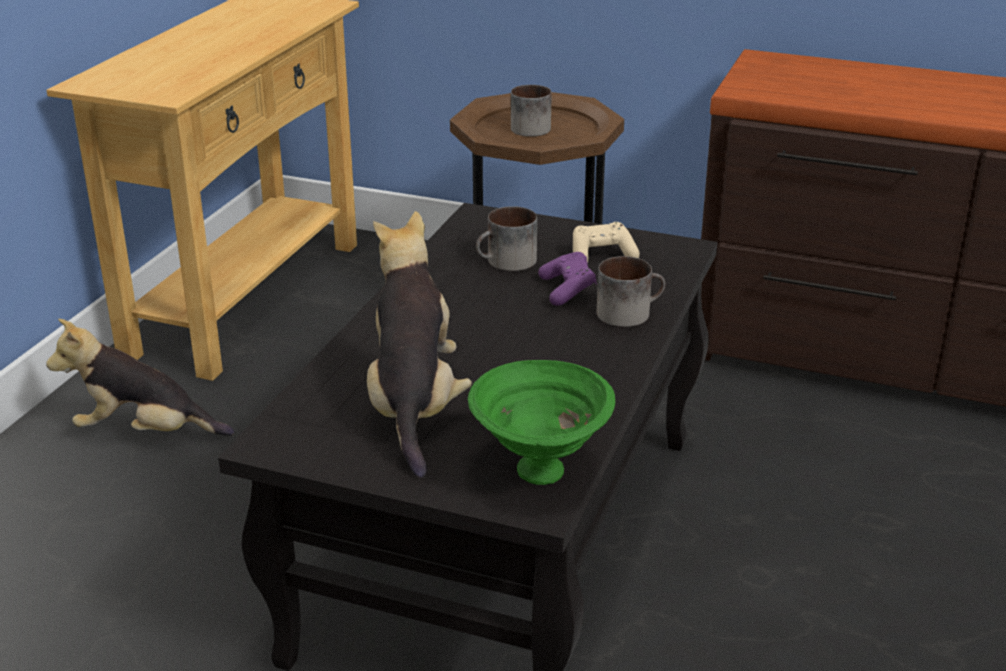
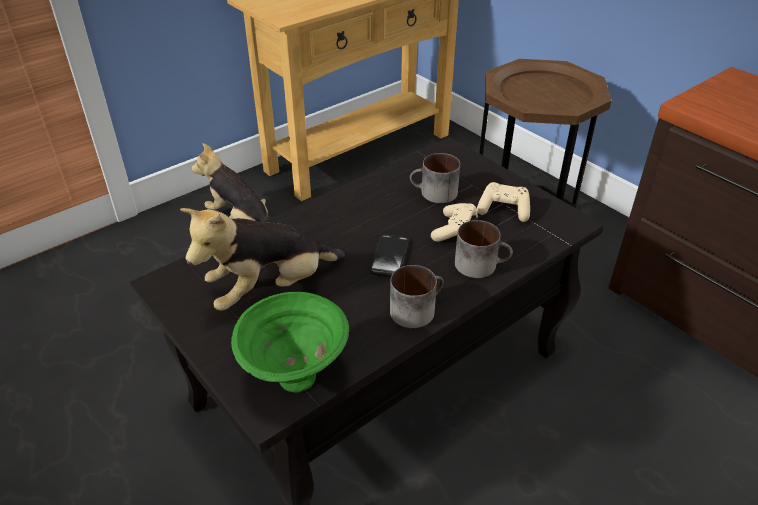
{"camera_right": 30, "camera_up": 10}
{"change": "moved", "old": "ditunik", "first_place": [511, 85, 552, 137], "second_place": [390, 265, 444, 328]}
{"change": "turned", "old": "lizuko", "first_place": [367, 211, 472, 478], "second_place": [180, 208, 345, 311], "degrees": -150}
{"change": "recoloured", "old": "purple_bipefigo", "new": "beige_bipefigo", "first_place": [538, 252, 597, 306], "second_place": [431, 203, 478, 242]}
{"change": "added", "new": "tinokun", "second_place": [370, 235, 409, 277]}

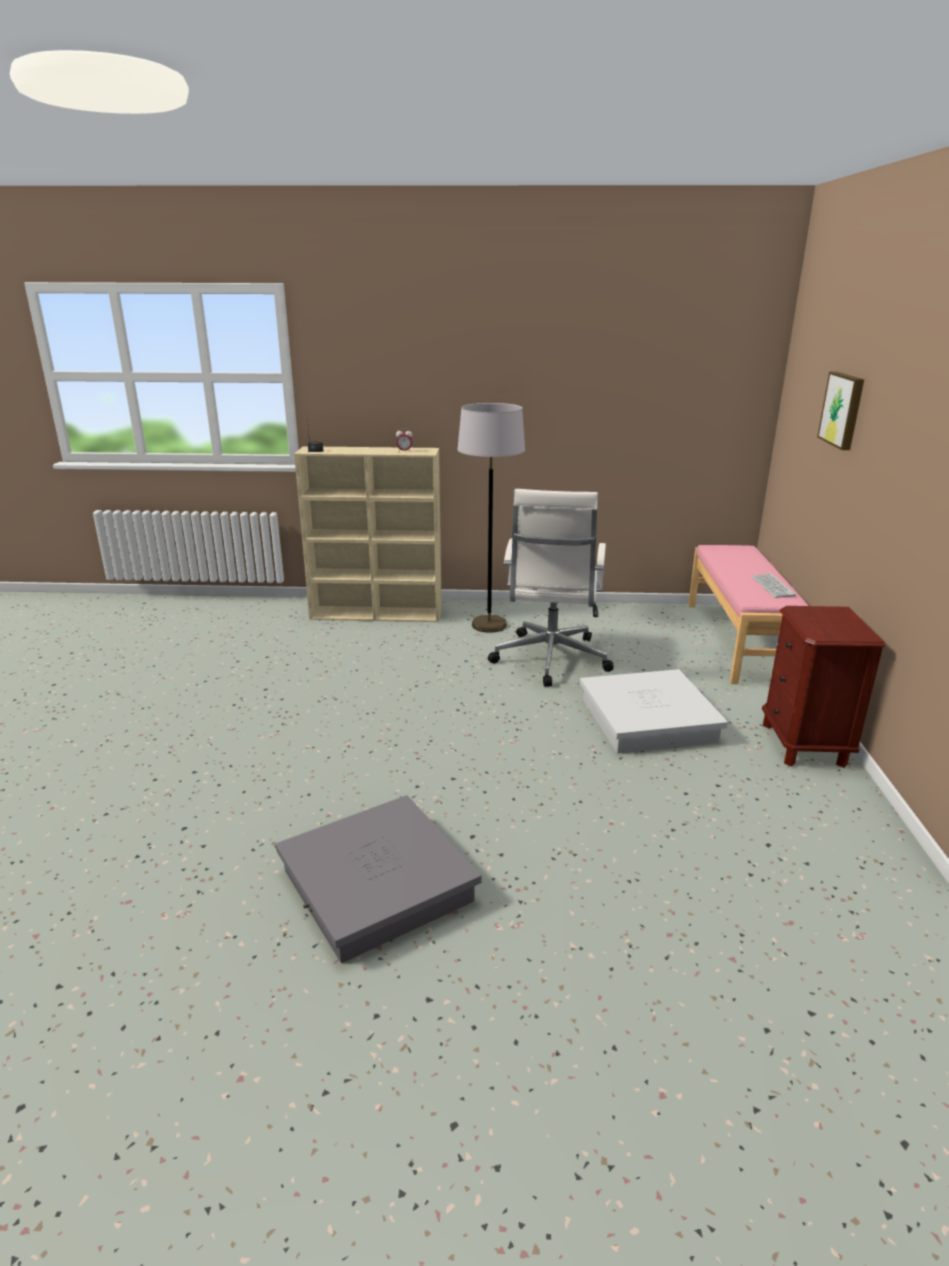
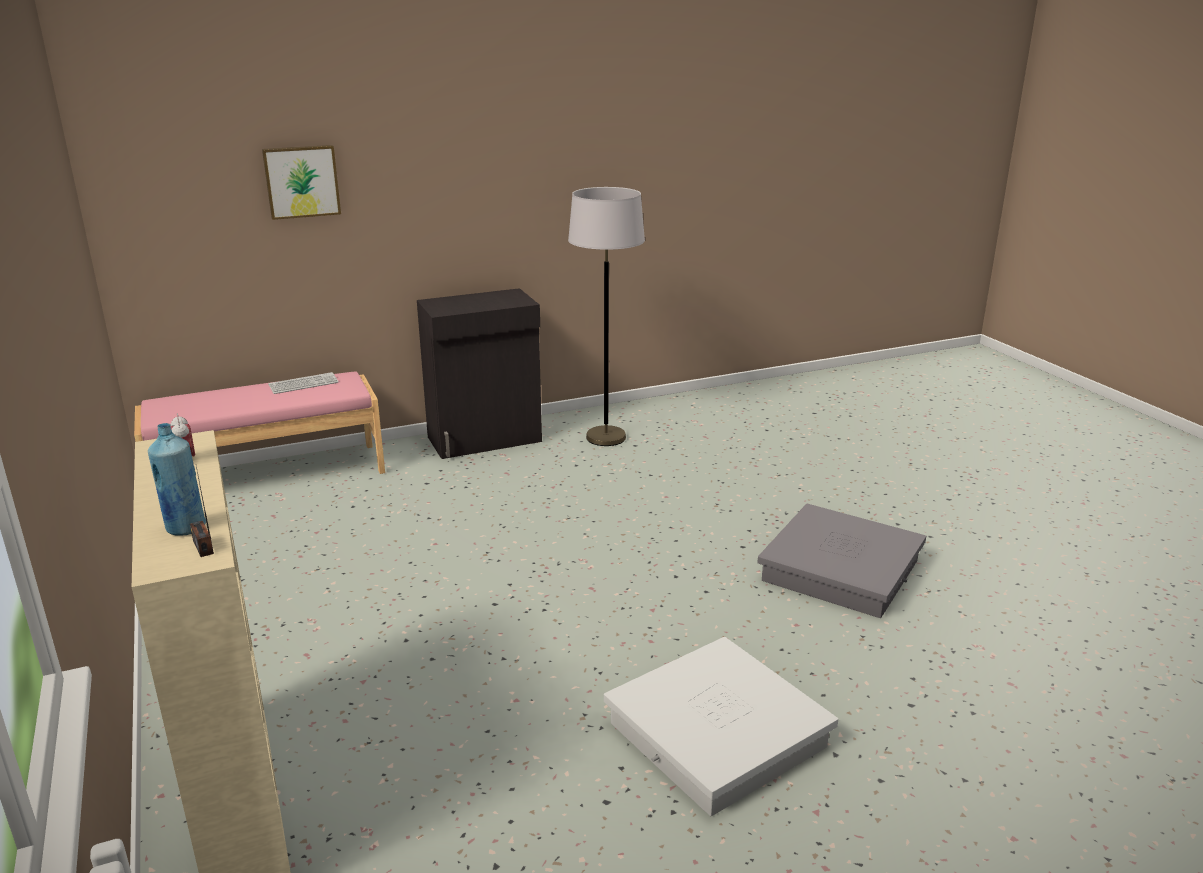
{"camera_right": -115, "camera_up": 0}
{"change": "moved", "old": "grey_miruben", "first_place": [457, 403, 525, 633], "second_place": [568, 187, 645, 446]}
{"change": "removed", "old": "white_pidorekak", "first_place": [488, 489, 613, 687]}
{"change": "replaced", "old": "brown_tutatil", "new": "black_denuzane", "first_place": [762, 606, 885, 768], "second_place": [417, 288, 542, 459]}
{"change": "moved", "old": "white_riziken", "first_place": [580, 669, 728, 753], "second_place": [604, 637, 838, 816]}
{"change": "added", "new": "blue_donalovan", "second_place": [148, 423, 206, 536]}

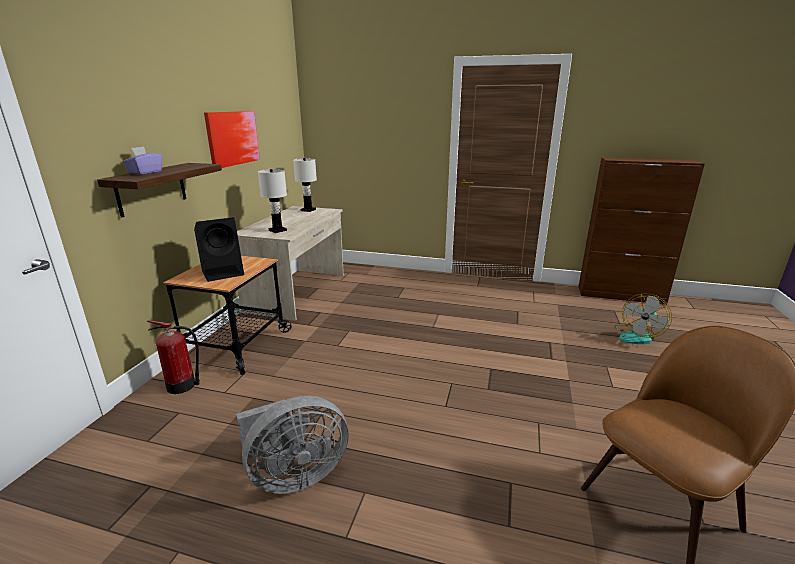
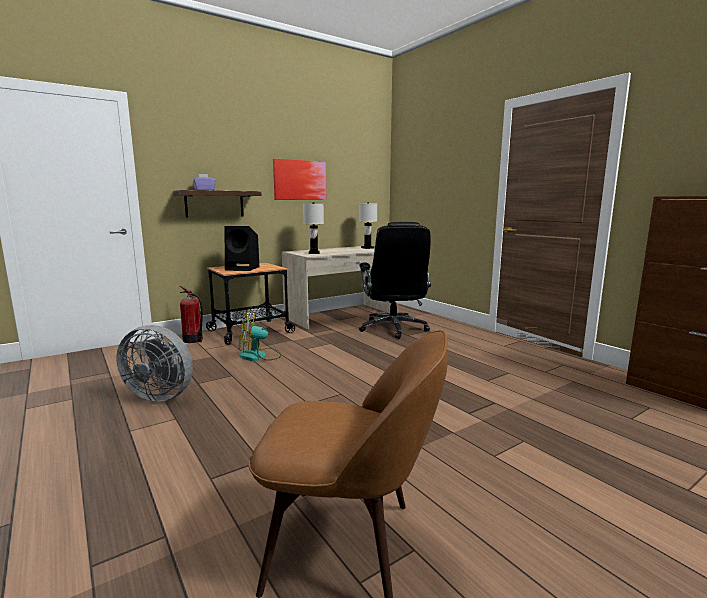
{"camera_right": 40, "camera_up": -10}
{"change": "moved", "old": "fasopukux", "first_place": [614, 293, 672, 344], "second_place": [239, 310, 281, 361]}
{"change": "added", "new": "black_pidorekak", "second_place": [359, 222, 431, 339]}

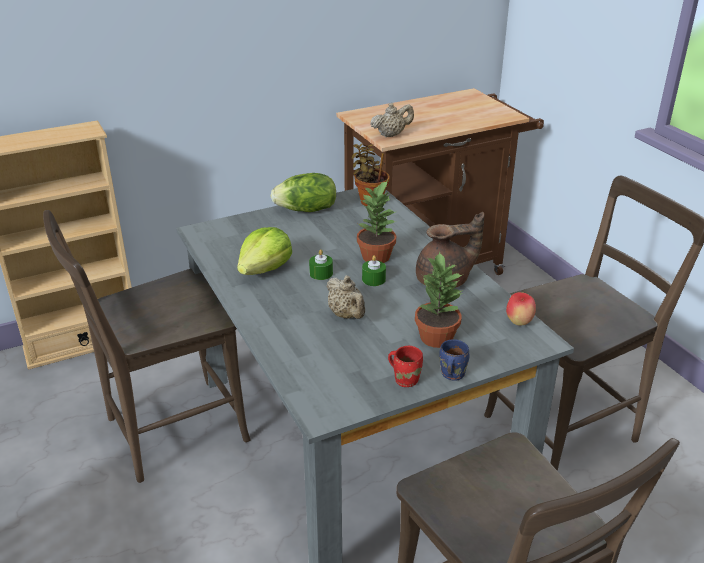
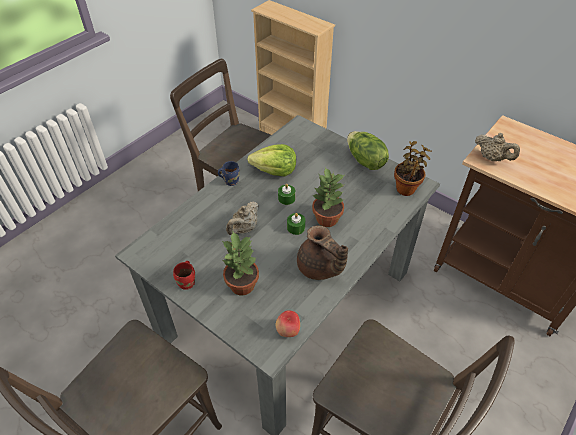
{"camera_right": 65, "camera_up": 15}
{"change": "moved", "old": "blue_ditunik", "first_place": [439, 339, 469, 381], "second_place": [218, 161, 240, 186]}

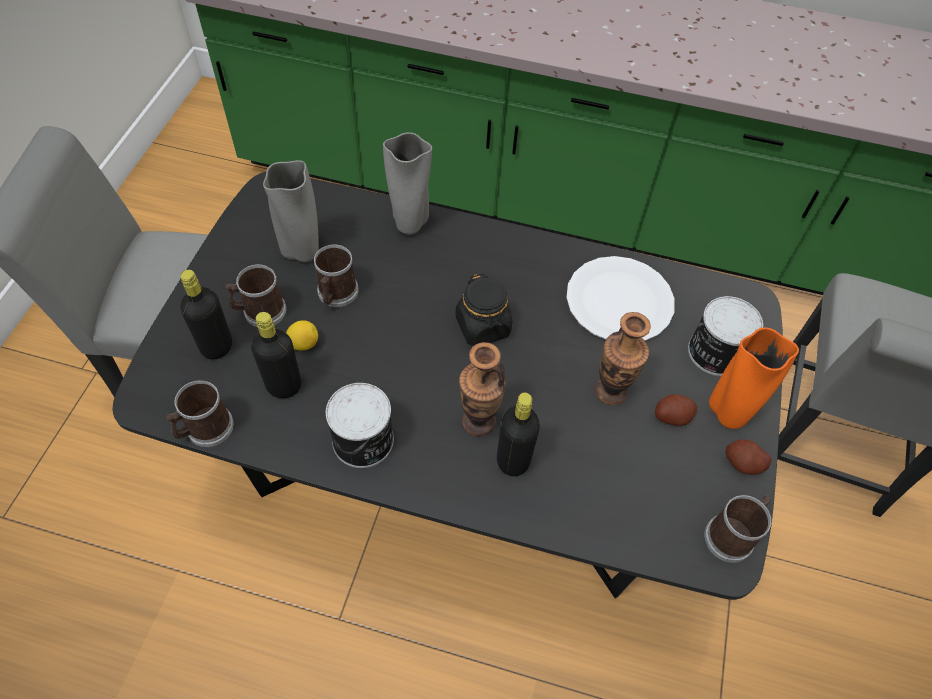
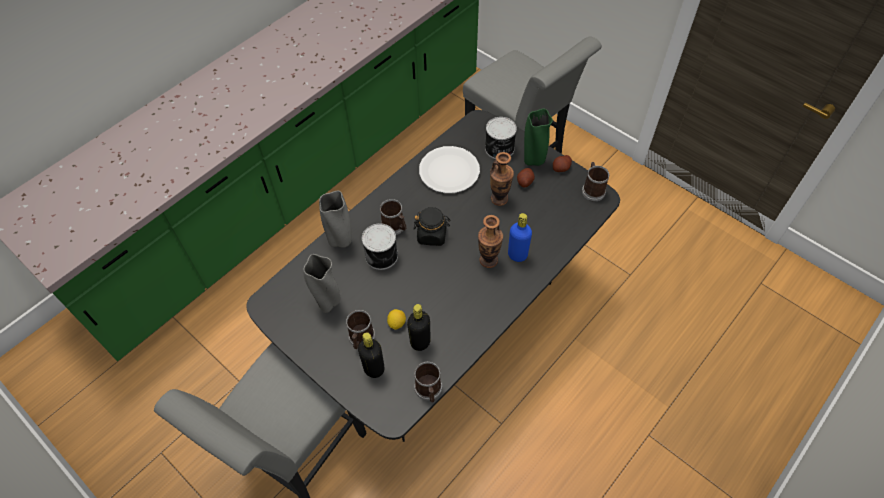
{"camera_right": -60, "camera_up": 0}
{"change": "moved", "old": "ditunik", "first_place": [314, 245, 359, 307], "second_place": [380, 199, 406, 235]}
{"change": "recoloured", "old": "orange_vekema", "new": "green_vekema", "first_place": [709, 328, 799, 429], "second_place": [524, 108, 553, 166]}
{"change": "moved", "old": "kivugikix", "first_place": [326, 383, 394, 468], "second_place": [362, 223, 398, 270]}
{"change": "recoloured", "old": "black_donalovan", "new": "blue_donalovan", "first_place": [497, 393, 540, 476], "second_place": [508, 213, 532, 262]}

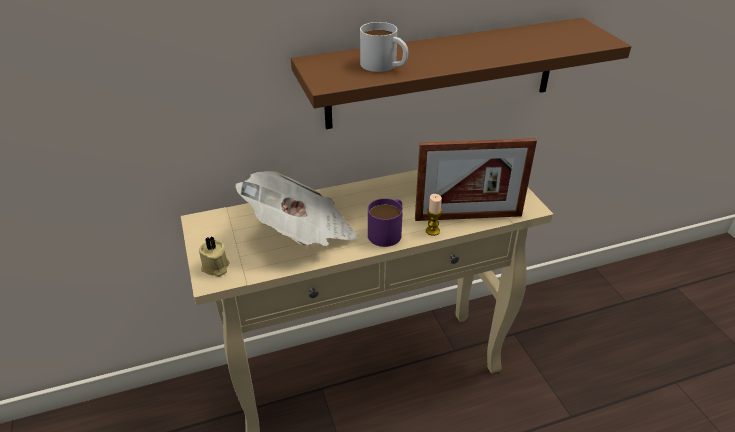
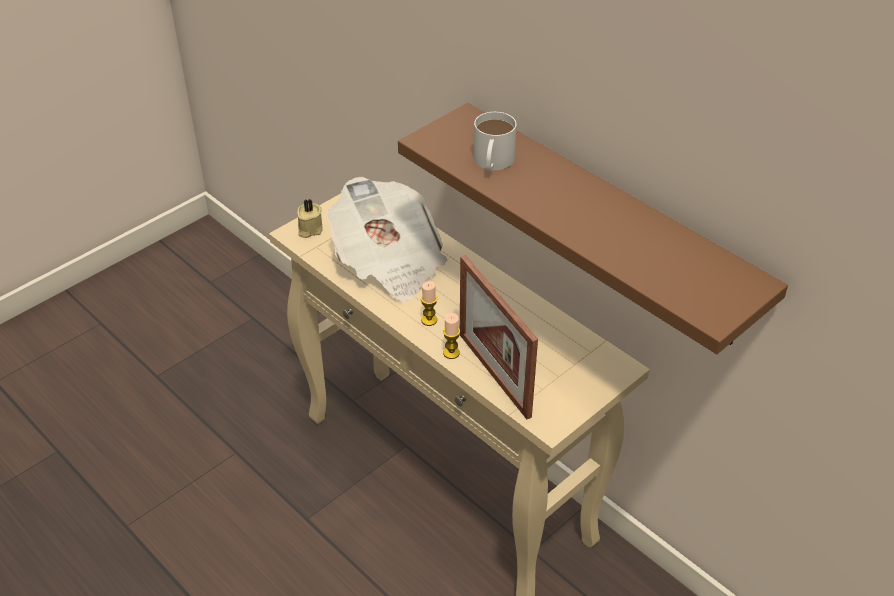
{"camera_right": 65, "camera_up": 5}
{"change": "replaced", "old": "purple_ditunik", "new": "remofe", "first_place": [368, 198, 403, 247], "second_place": [421, 281, 437, 326]}

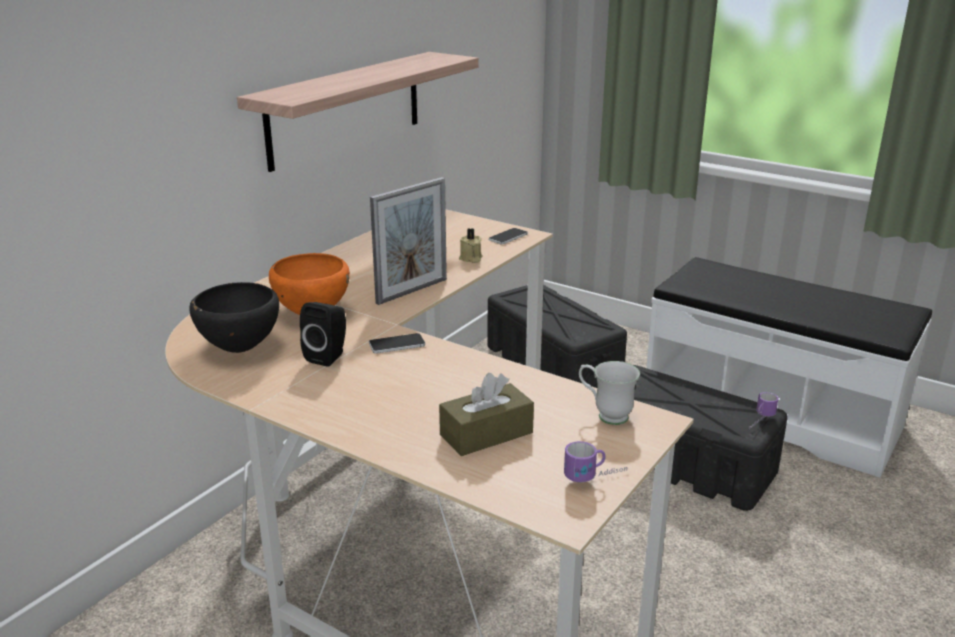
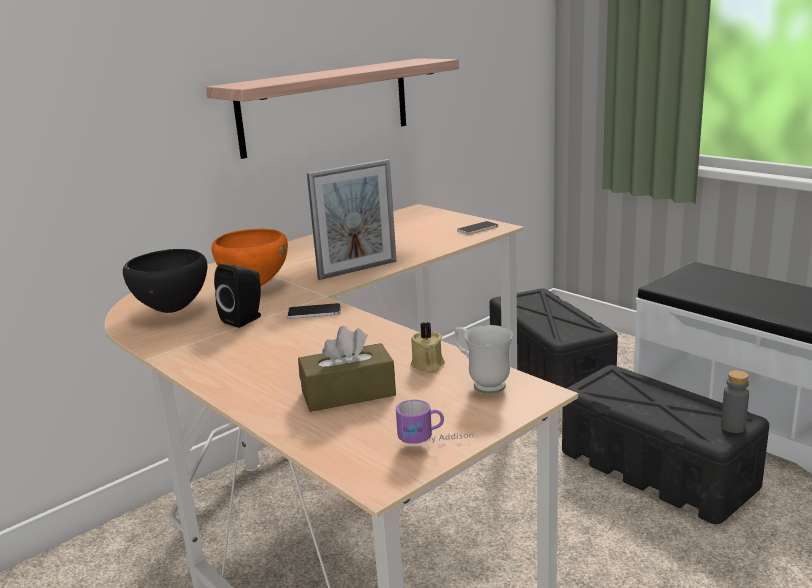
{"camera_right": 15, "camera_up": -5}
{"change": "moved", "old": "beige_remofe", "first_place": [459, 228, 482, 263], "second_place": [411, 322, 445, 373]}
{"change": "replaced", "old": "ditunik", "new": "grey_donalovan", "first_place": [749, 392, 778, 429], "second_place": [721, 370, 749, 433]}

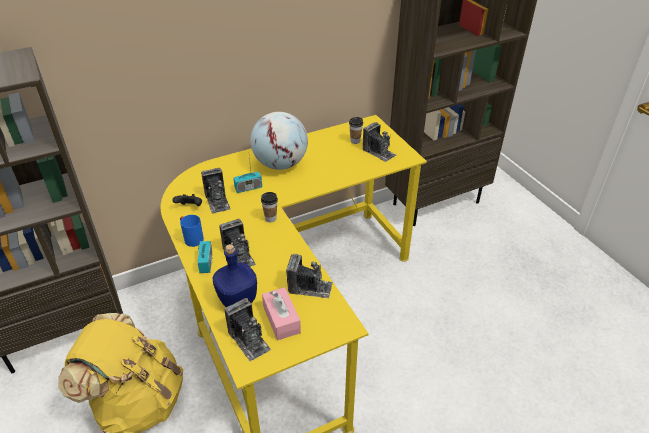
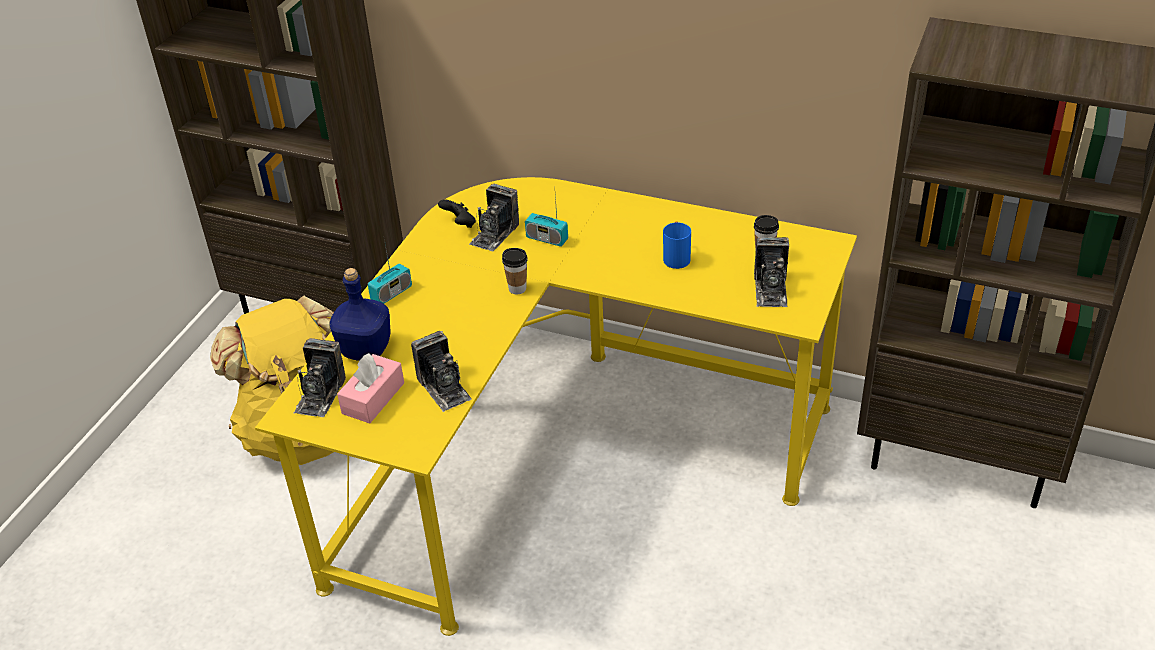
{"camera_right": 50, "camera_up": 0}
{"change": "removed", "old": "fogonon", "first_place": [250, 112, 308, 170]}
{"change": "moved", "old": "blue_ditunik", "first_place": [180, 215, 204, 247], "second_place": [663, 221, 691, 269]}
{"change": "removed", "old": "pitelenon", "first_place": [219, 219, 256, 267]}

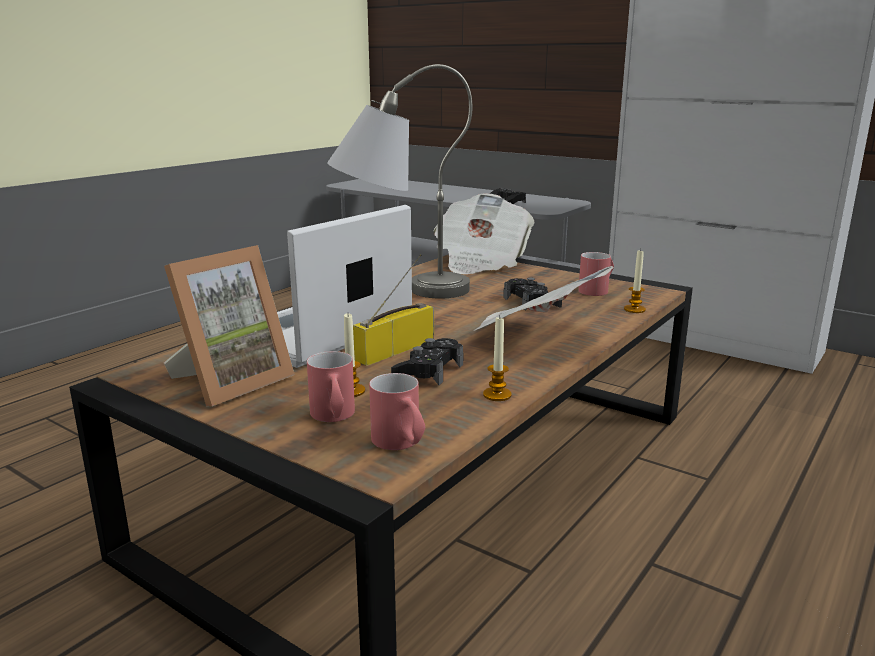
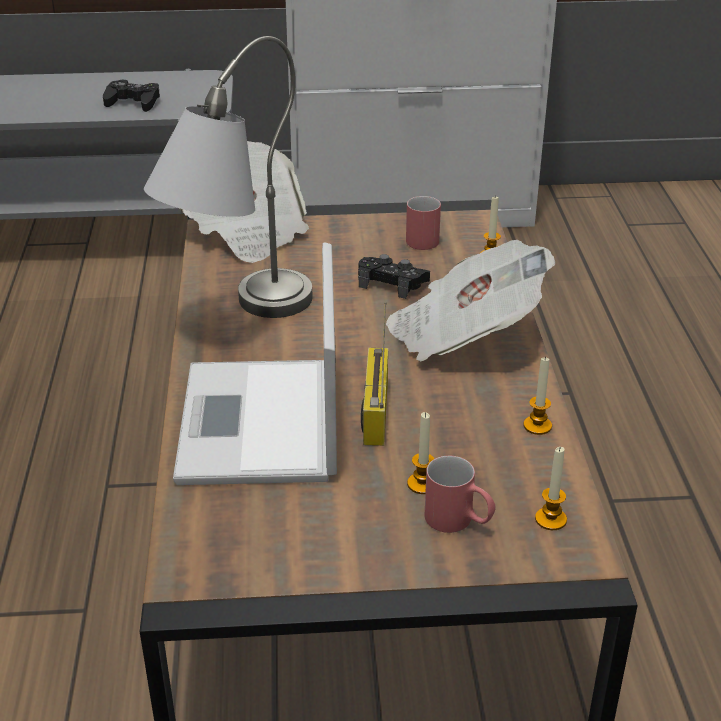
{"camera_right": -40, "camera_up": 15}
{"change": "removed", "old": "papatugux", "first_place": [164, 245, 295, 407]}
{"change": "removed", "old": "black_bipefigo", "first_place": [391, 338, 463, 385]}
{"change": "replaced", "old": "red_ditunik", "new": "remofe", "first_place": [369, 373, 425, 450], "second_place": [535, 447, 567, 530]}

